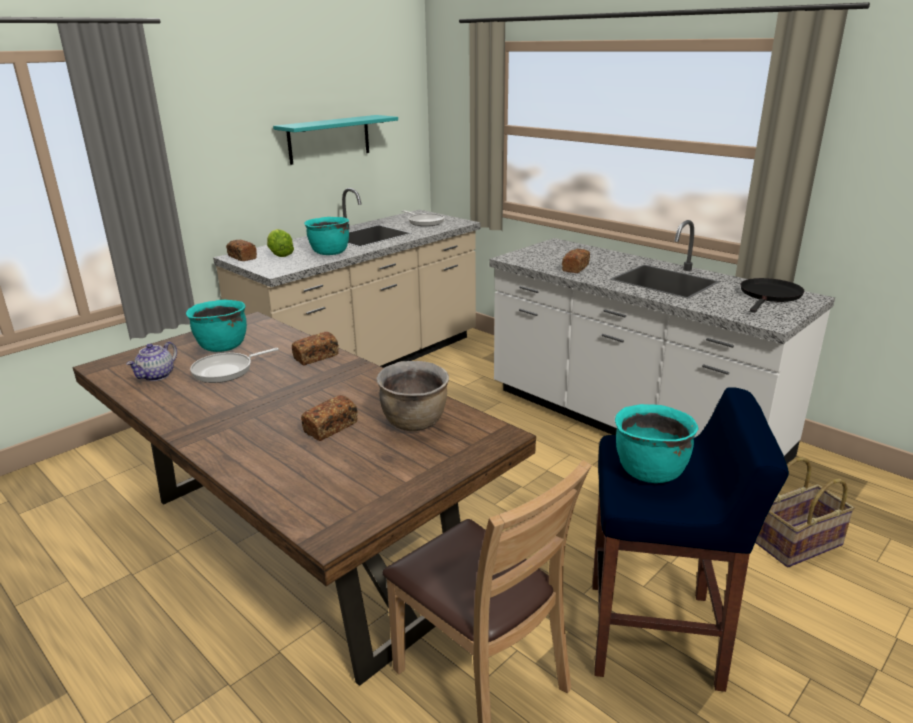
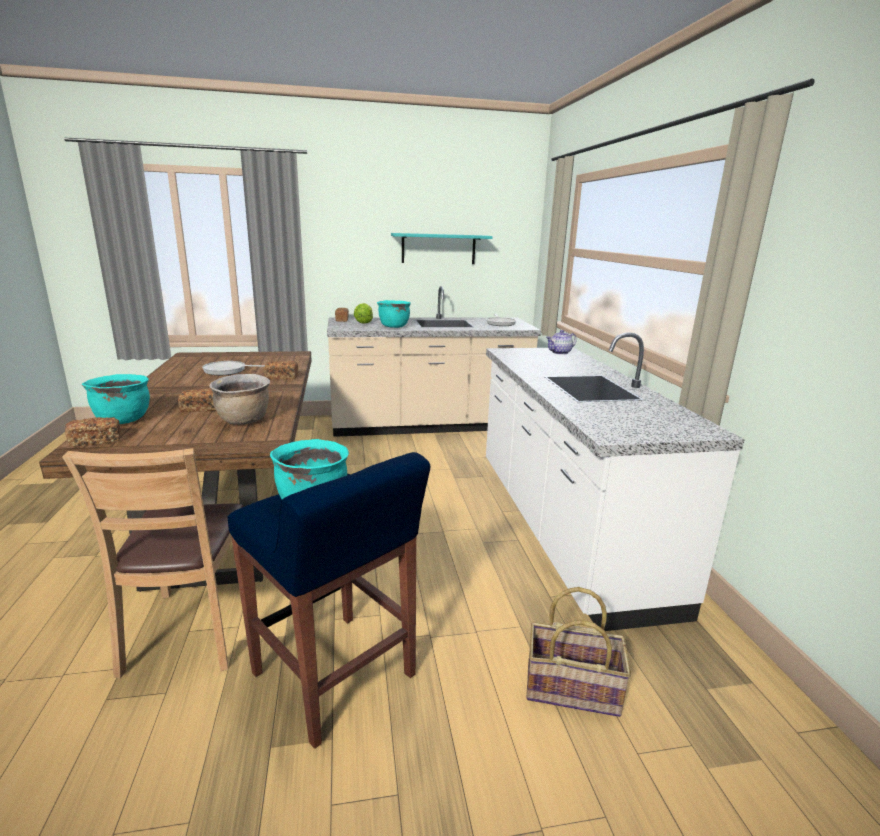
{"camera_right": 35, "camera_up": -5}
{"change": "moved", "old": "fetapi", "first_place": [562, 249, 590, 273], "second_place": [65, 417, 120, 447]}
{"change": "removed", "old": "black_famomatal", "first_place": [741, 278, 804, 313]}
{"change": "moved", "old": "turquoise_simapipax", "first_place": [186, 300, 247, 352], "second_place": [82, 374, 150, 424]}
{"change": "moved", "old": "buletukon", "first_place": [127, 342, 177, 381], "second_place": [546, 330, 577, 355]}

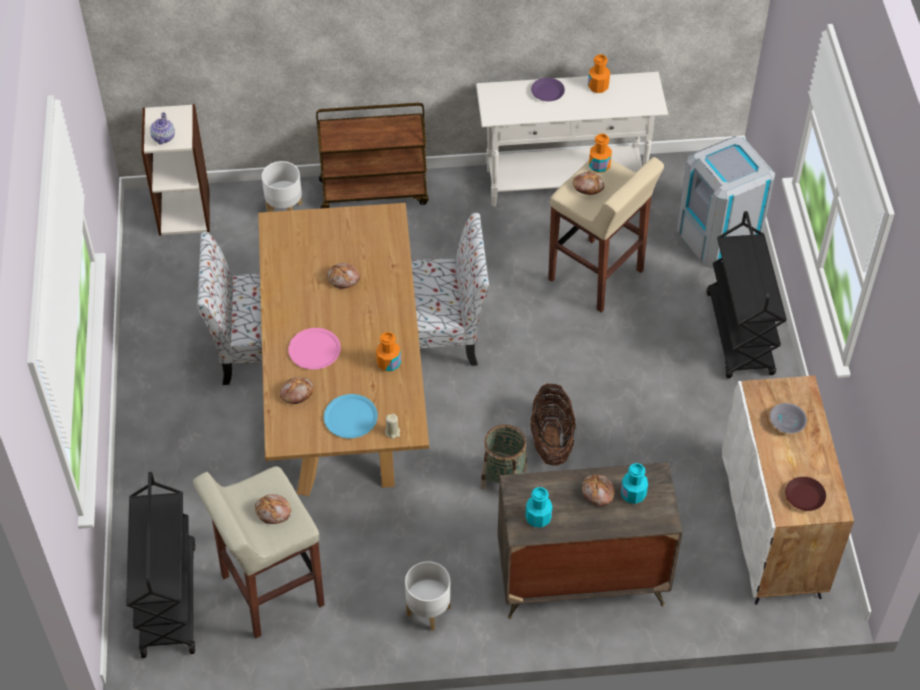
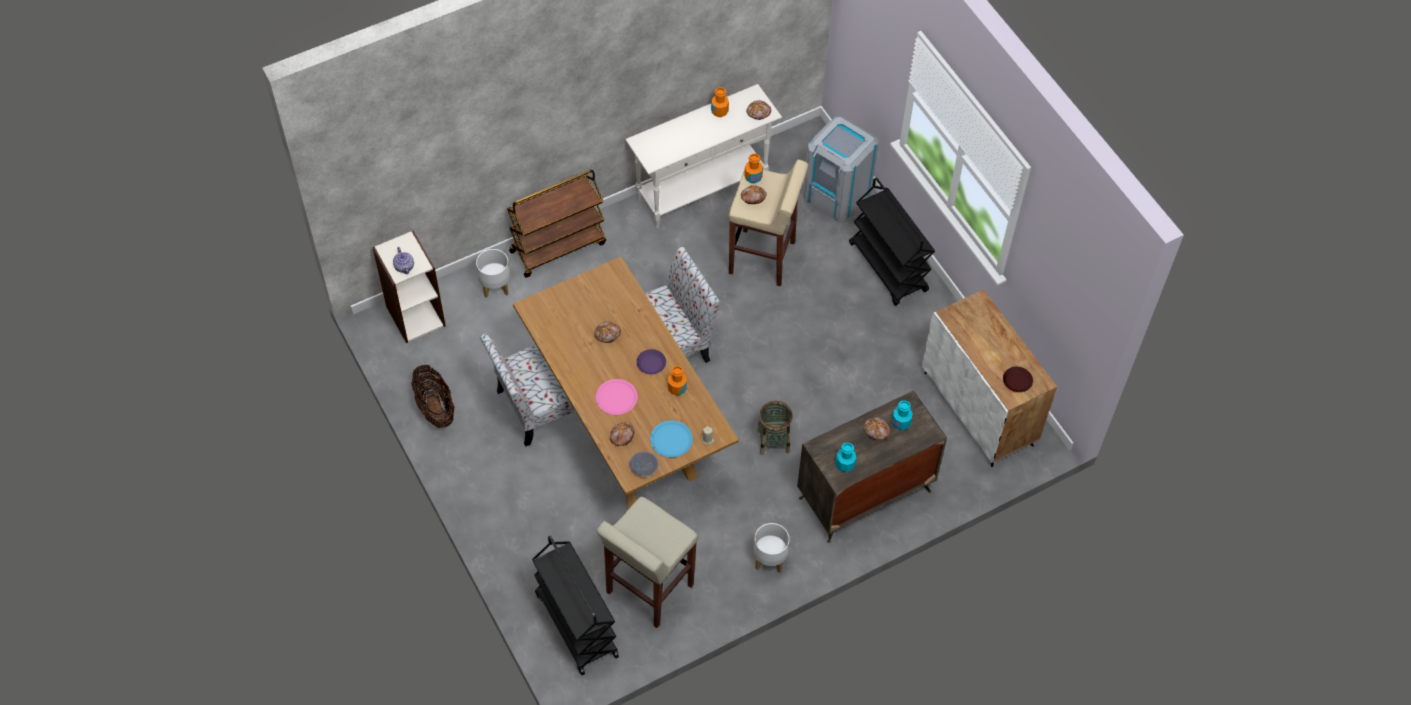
{"camera_right": -25, "camera_up": 5}
{"change": "moved", "old": "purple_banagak", "first_place": [531, 78, 565, 101], "second_place": [636, 349, 666, 374]}
{"change": "moved", "old": "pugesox", "first_place": [530, 384, 576, 466], "second_place": [411, 365, 454, 428]}
{"change": "moved", "old": "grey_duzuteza", "first_place": [770, 403, 807, 433], "second_place": [629, 451, 659, 477]}
{"change": "moved", "old": "fetapi", "first_place": [255, 494, 291, 524], "second_place": [746, 100, 771, 120]}

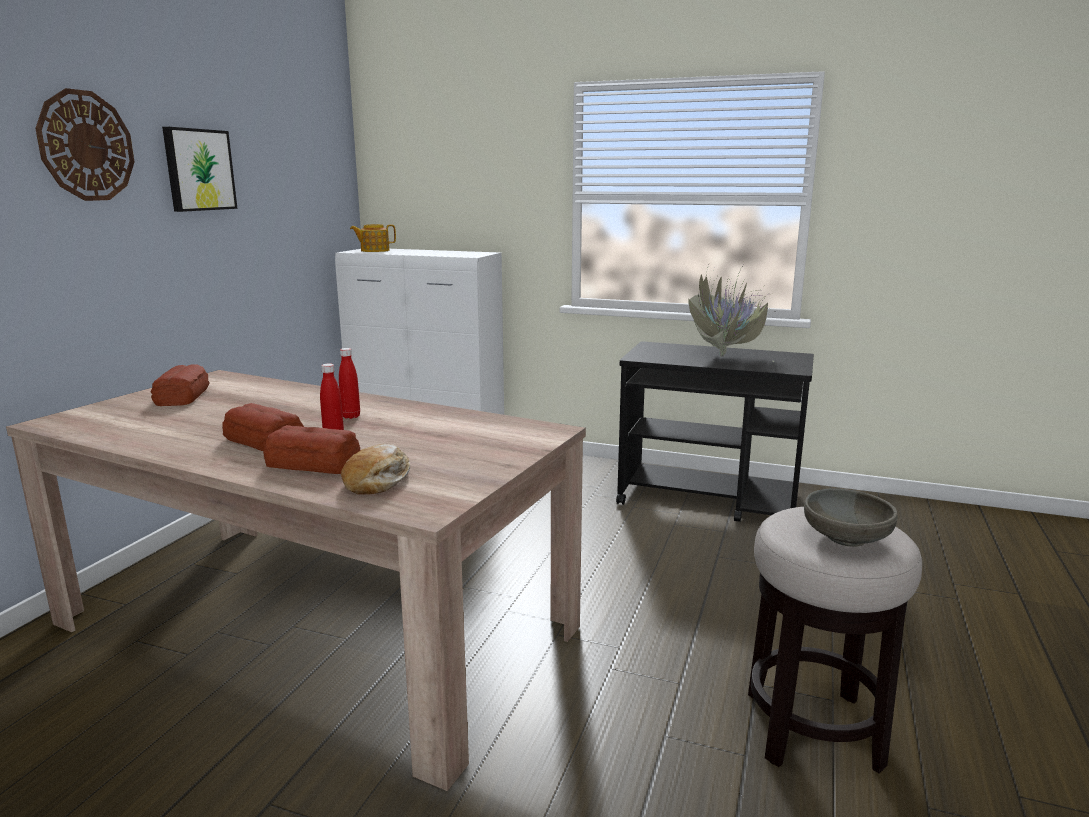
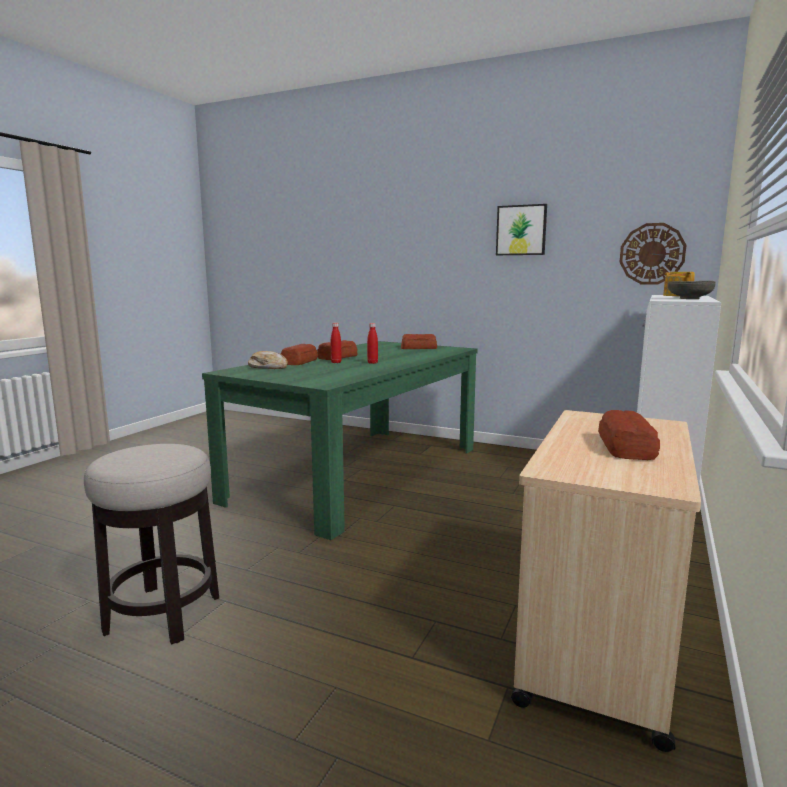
{"camera_right": 95, "camera_up": -5}
{"change": "moved", "old": "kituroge", "first_place": [35, 88, 135, 201], "second_place": [619, 223, 686, 285]}
{"change": "replaced", "old": "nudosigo", "new": "fetapi", "first_place": [688, 265, 774, 362], "second_place": [598, 410, 660, 460]}
{"change": "recoloured", "old": "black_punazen", "new": "beige_punazen", "first_place": [616, 341, 814, 522], "second_place": [511, 410, 701, 752]}
{"change": "recoloured", "old": "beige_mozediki", "new": "green_mozediki", "first_place": [6, 370, 586, 791], "second_place": [202, 341, 478, 540]}
{"change": "moved", "old": "grey_duzuteza", "first_place": [804, 488, 898, 547], "second_place": [668, 281, 715, 299]}

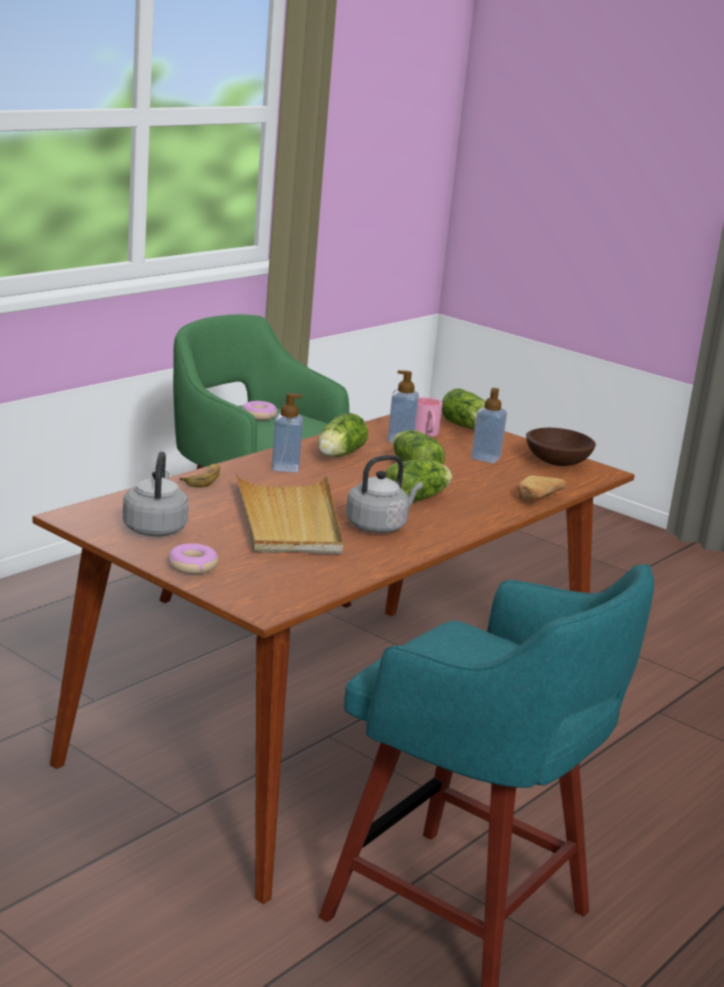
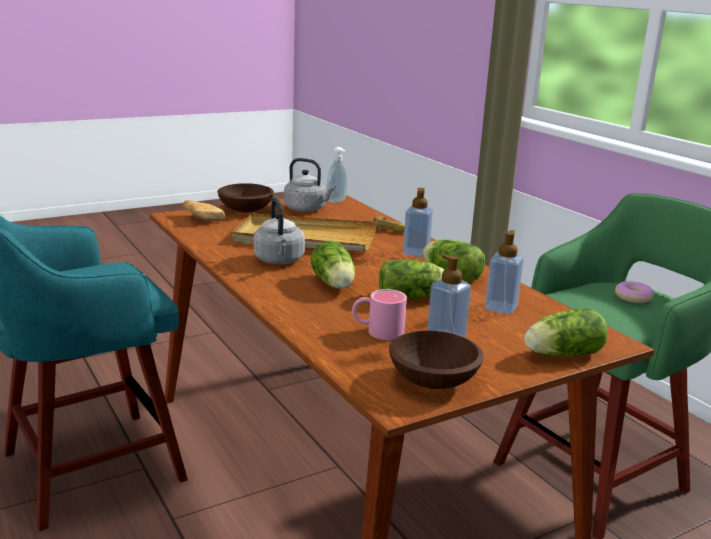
{"camera_right": 110, "camera_up": 0}
{"change": "moved", "old": "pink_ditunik", "first_place": [415, 397, 443, 437], "second_place": [352, 289, 407, 340]}
{"change": "moved", "old": "fetapi", "first_place": [518, 476, 567, 499], "second_place": [182, 200, 225, 221]}
{"change": "replaced", "old": "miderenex", "new": "brown_duzuteza", "first_place": [168, 543, 218, 574], "second_place": [217, 183, 274, 213]}
{"change": "added", "new": "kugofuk", "second_place": [327, 147, 348, 203]}

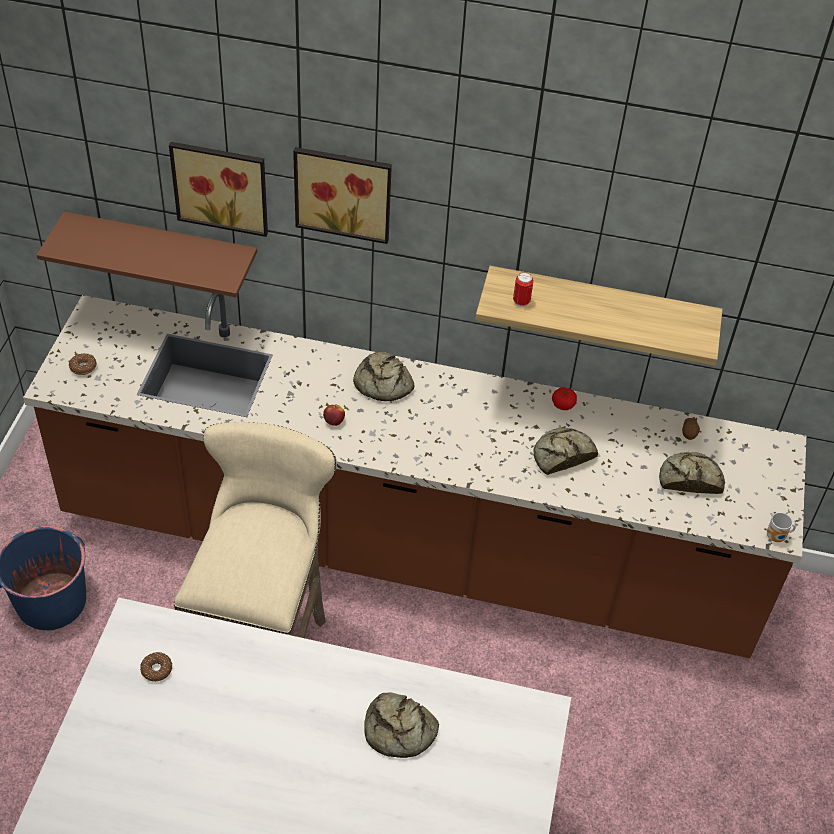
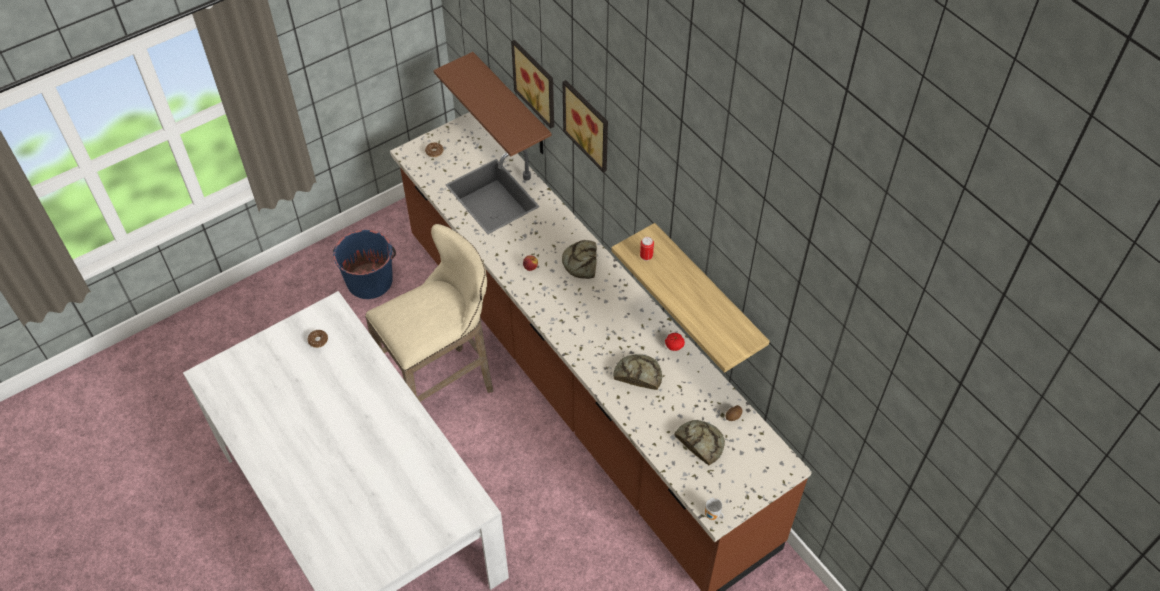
{"camera_right": 45, "camera_up": 5}
{"change": "removed", "old": "fetapi", "first_place": [364, 693, 439, 758]}

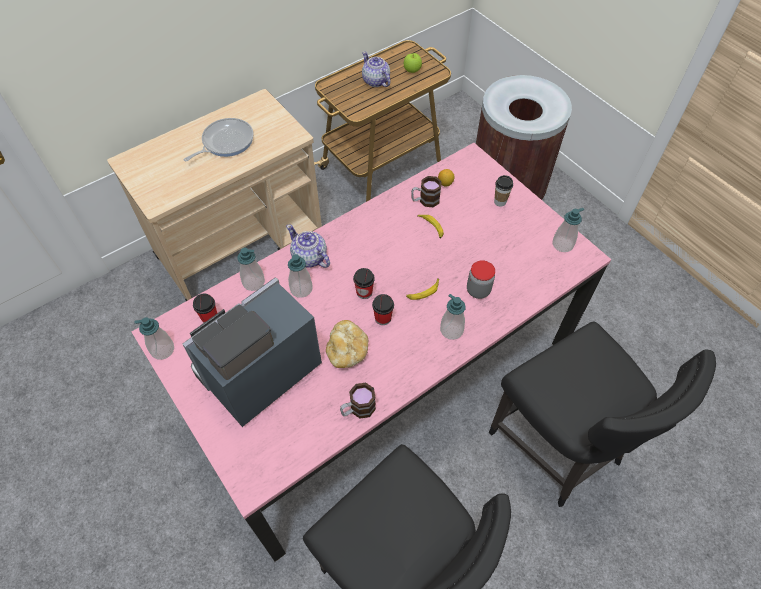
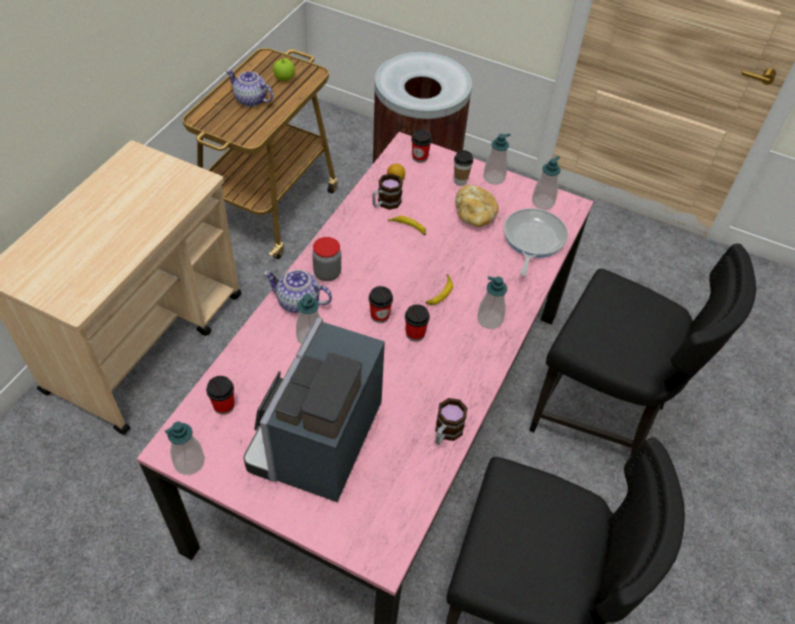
{"camera_right": -30, "camera_up": -5}
{"change": "moved", "old": "famomatal", "first_place": [184, 118, 253, 162], "second_place": [504, 208, 568, 276]}
{"change": "moved", "old": "kugofuk", "first_place": [237, 248, 265, 291], "second_place": [483, 133, 511, 185]}
{"change": "moved", "old": "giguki", "first_place": [467, 260, 495, 299], "second_place": [312, 237, 341, 281]}
{"change": "moved", "old": "fetapi", "first_place": [326, 320, 368, 368], "second_place": [455, 185, 499, 227]}
{"change": "added", "new": "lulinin", "second_place": [411, 129, 432, 163]}

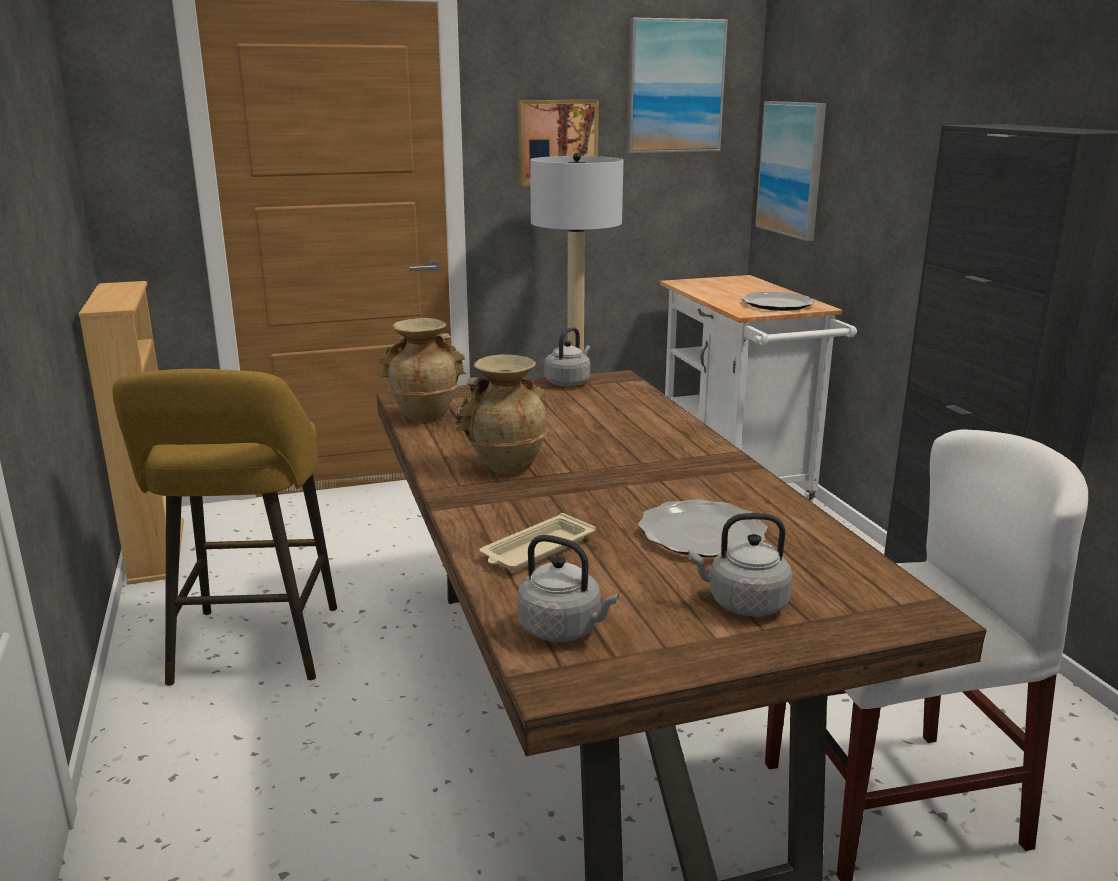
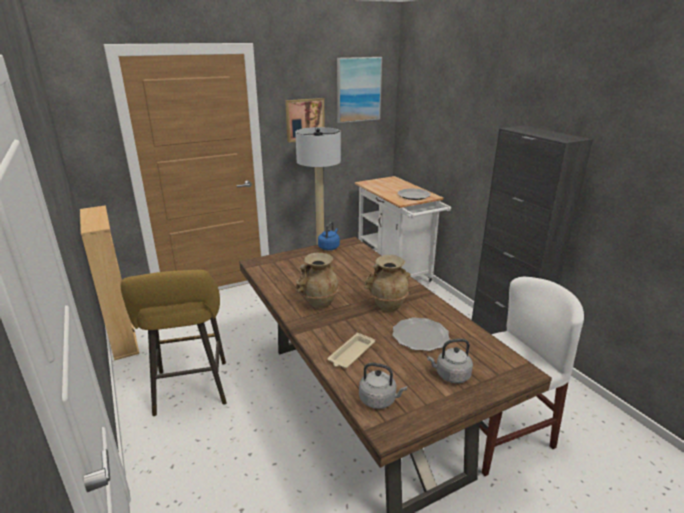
{"camera_right": -10, "camera_up": 5}
{"change": "removed", "old": "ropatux", "first_place": [755, 101, 826, 241]}
{"change": "moved", "old": "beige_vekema", "first_place": [379, 318, 467, 422], "second_place": [364, 255, 411, 312]}
{"change": "recoloured", "old": "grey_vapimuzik", "new": "blue_vapimuzik", "first_place": [544, 327, 590, 387], "second_place": [318, 222, 340, 250]}

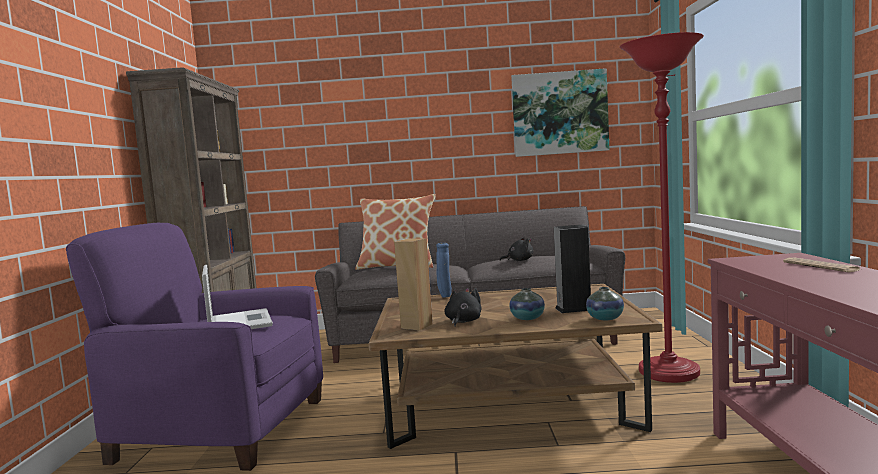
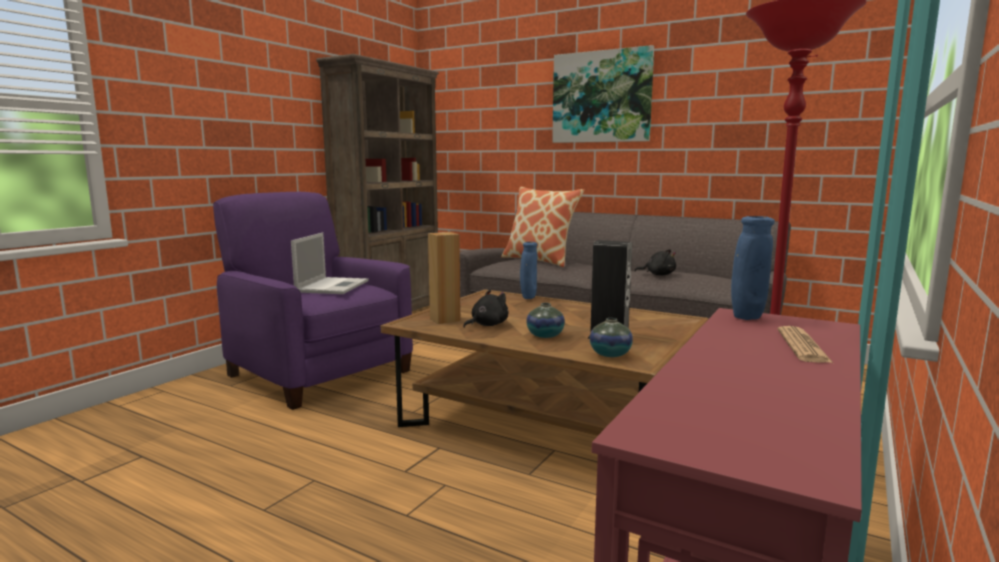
{"camera_right": 30, "camera_up": 5}
{"change": "moved", "old": "ropatux", "first_place": [511, 68, 609, 157], "second_place": [552, 45, 654, 143]}
{"change": "added", "new": "blue_vekema", "second_place": [731, 216, 775, 320]}

